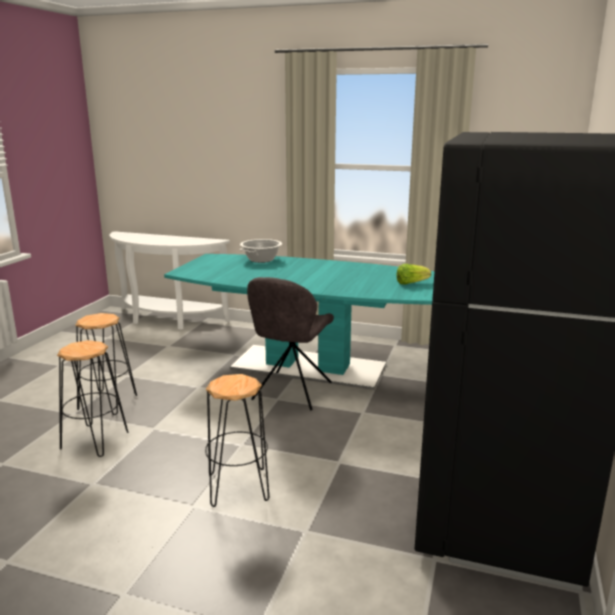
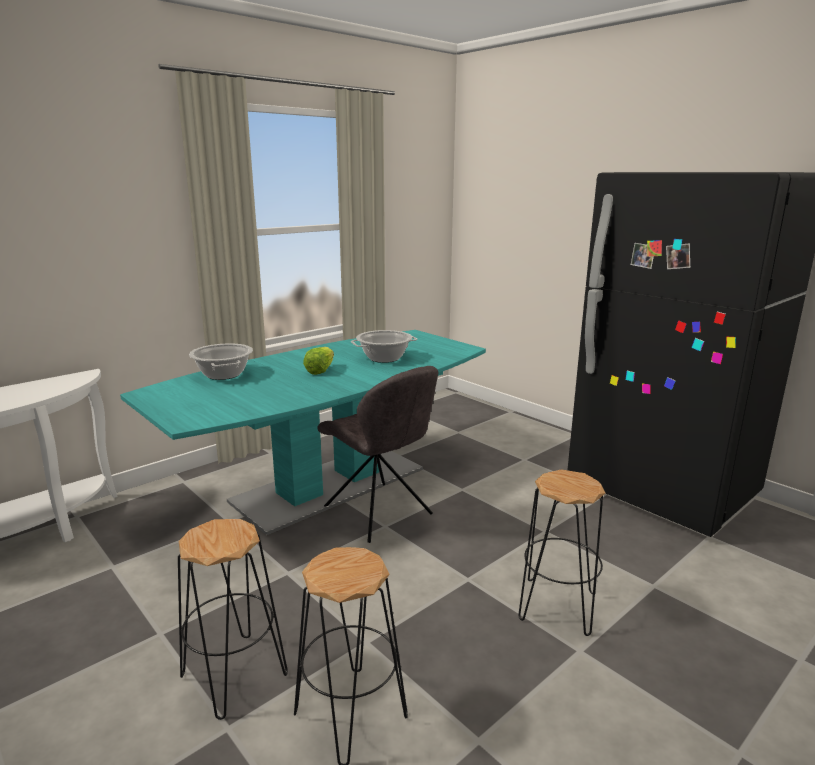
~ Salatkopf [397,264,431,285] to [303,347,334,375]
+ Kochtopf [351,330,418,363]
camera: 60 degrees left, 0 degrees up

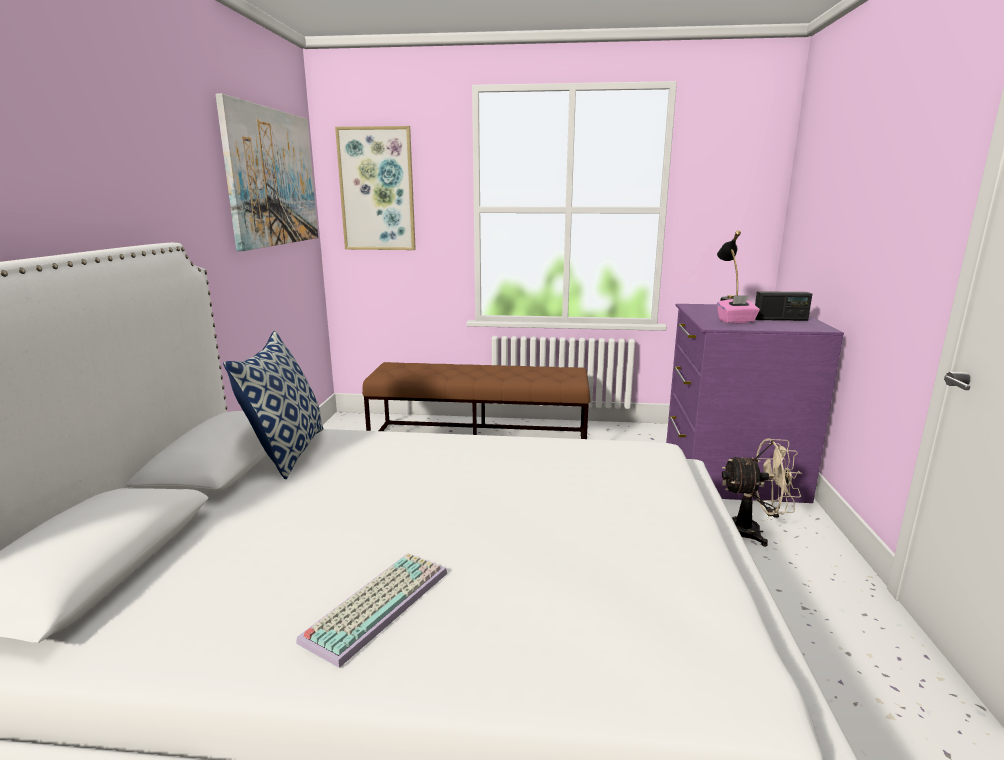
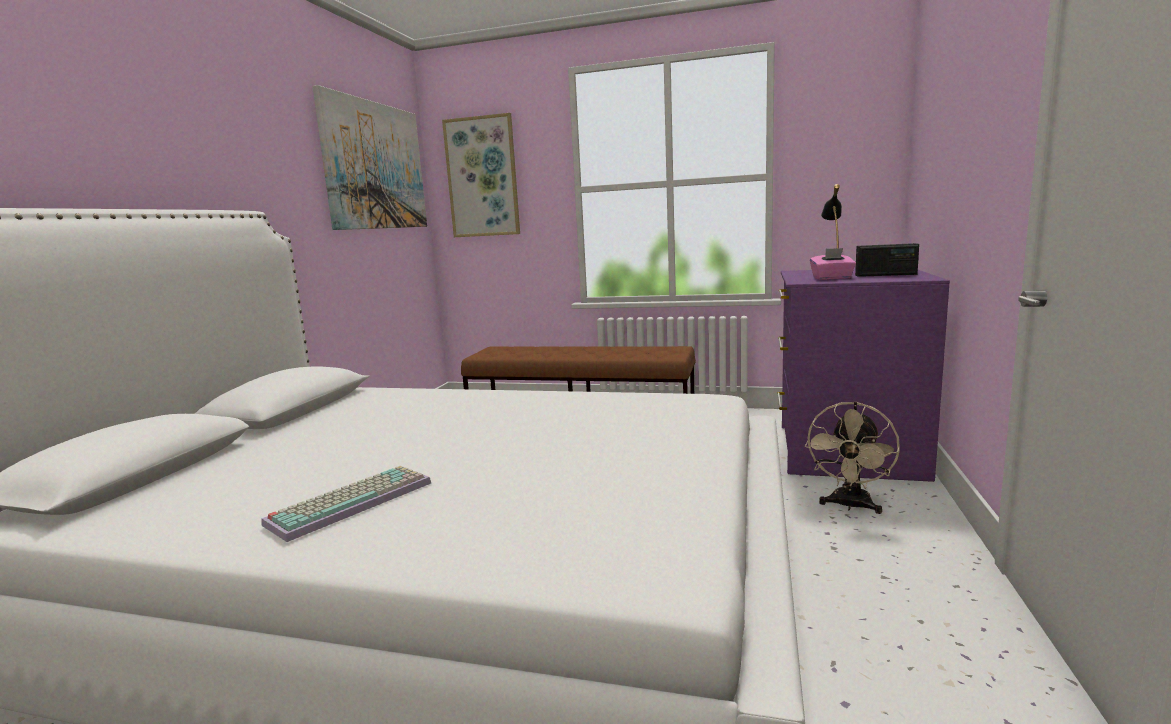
- Kissen [223,331,324,480]
~ Ventilator [beige] [722,438,803,547] = [805,401,900,514] 105 degrees clockwise
camera: 10 degrees right, 5 degrees down

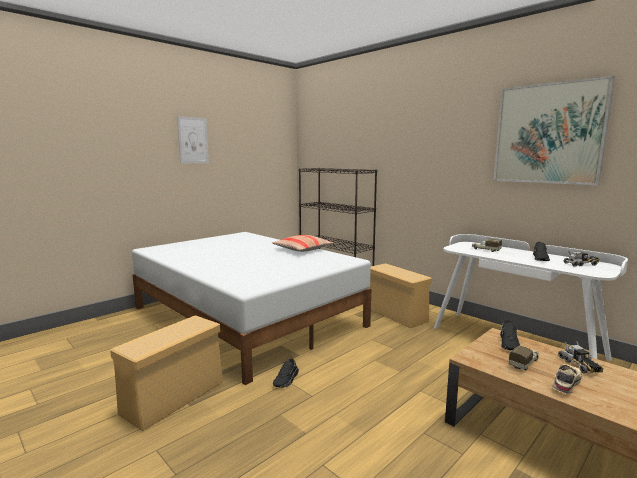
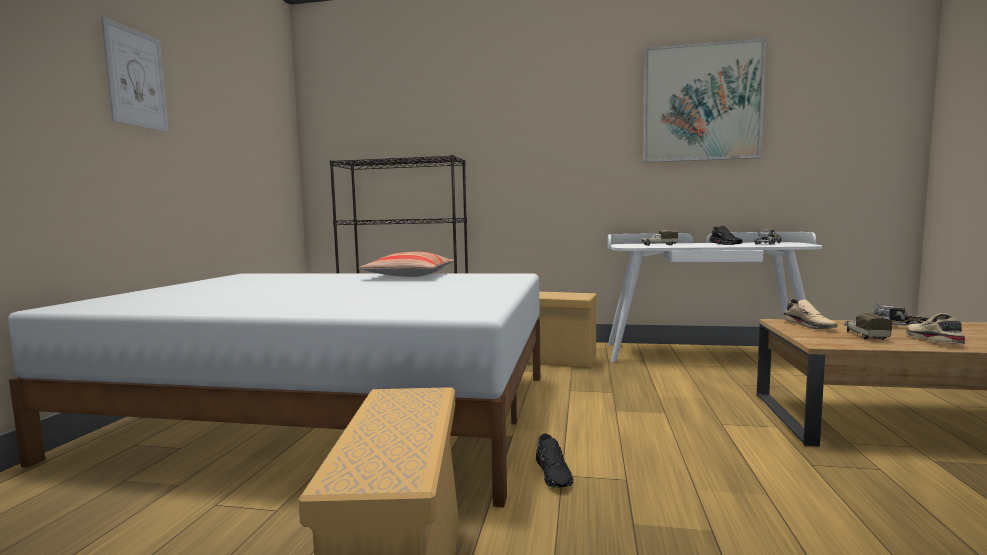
~ Schuh [schwarz] [500,320,520,351] to Schuh [beige] [782,299,838,329]
camera: 35 degrees left, 5 degrees down

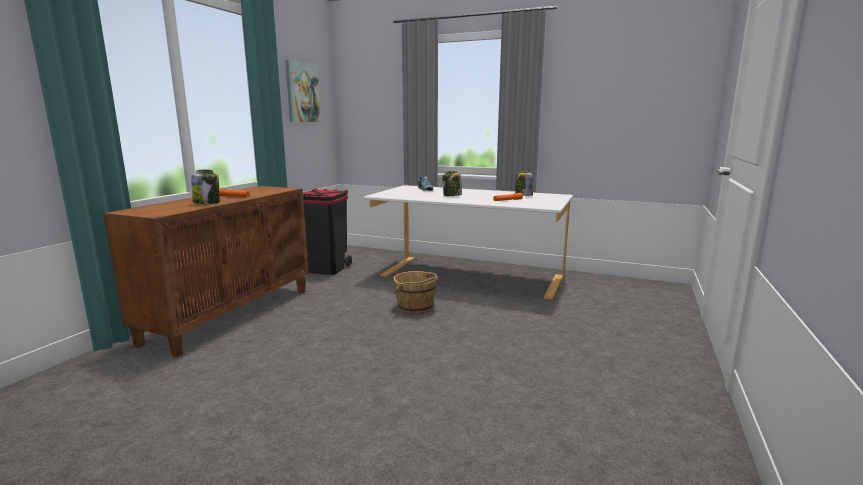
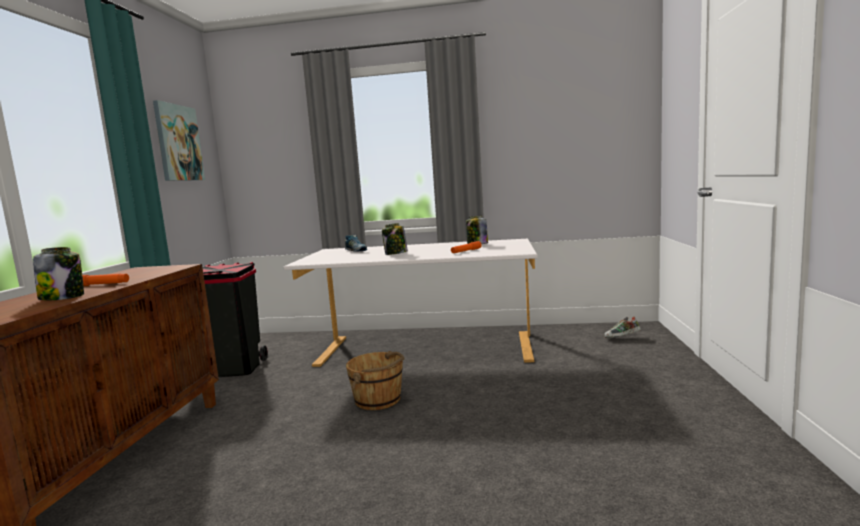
+ Schuh [604,316,641,338]
camera: 15 degrees left, 5 degrees down

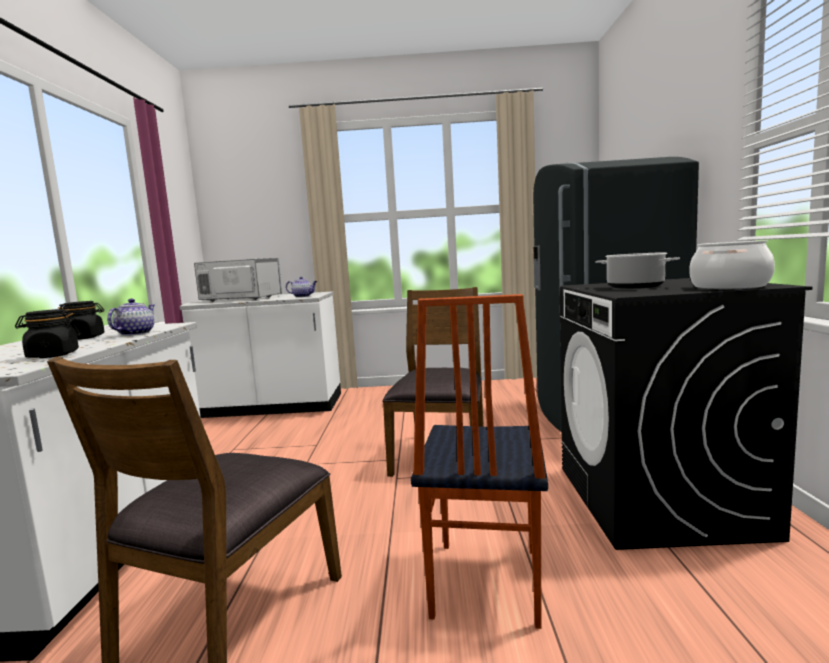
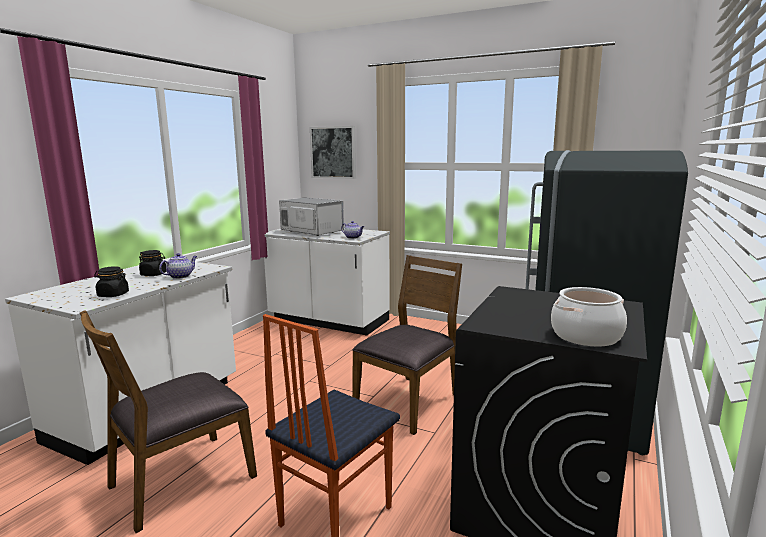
- Kochtopf [595,252,680,289]
+ Bild [310,126,356,179]
camera: 25 degrees right, 5 degrees up

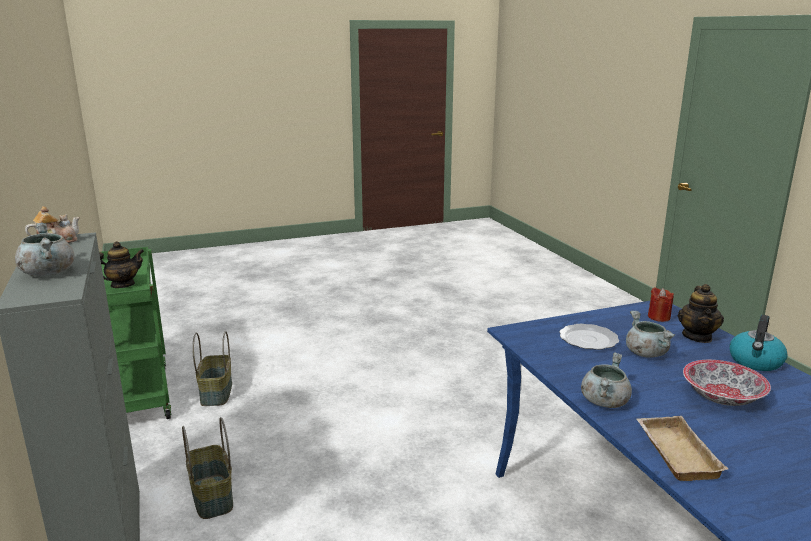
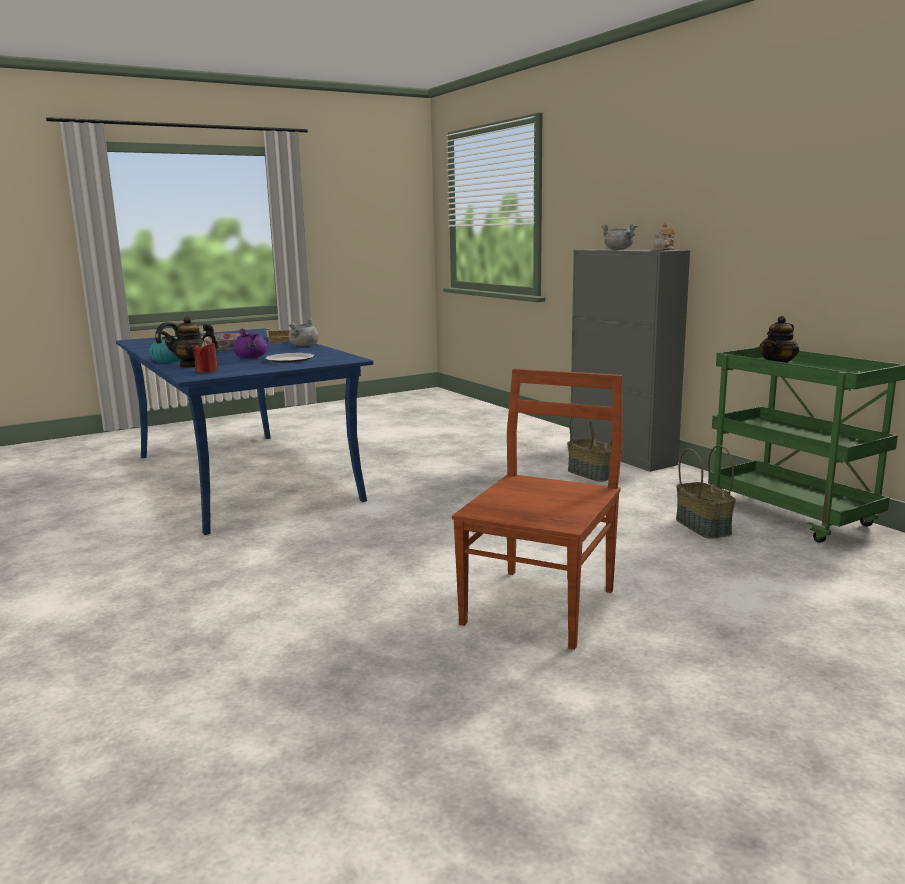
~ Kochtopf [grau] [626,311,675,358] to Kochtopf [lila] [233,328,267,359]
~ Teekanne [678,284,724,343] = [161,316,219,368] 120 degrees counterclockwise
+ Stuhl [braun] [452,368,623,650]
camera: 170 degrees right, 5 degrees down

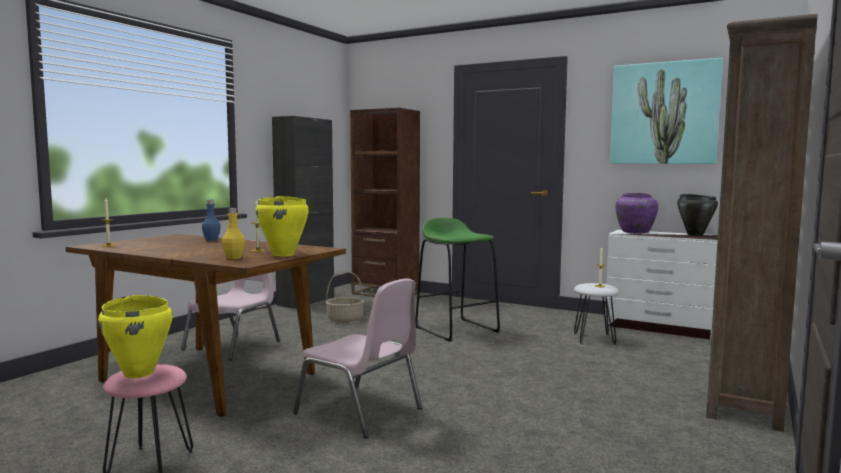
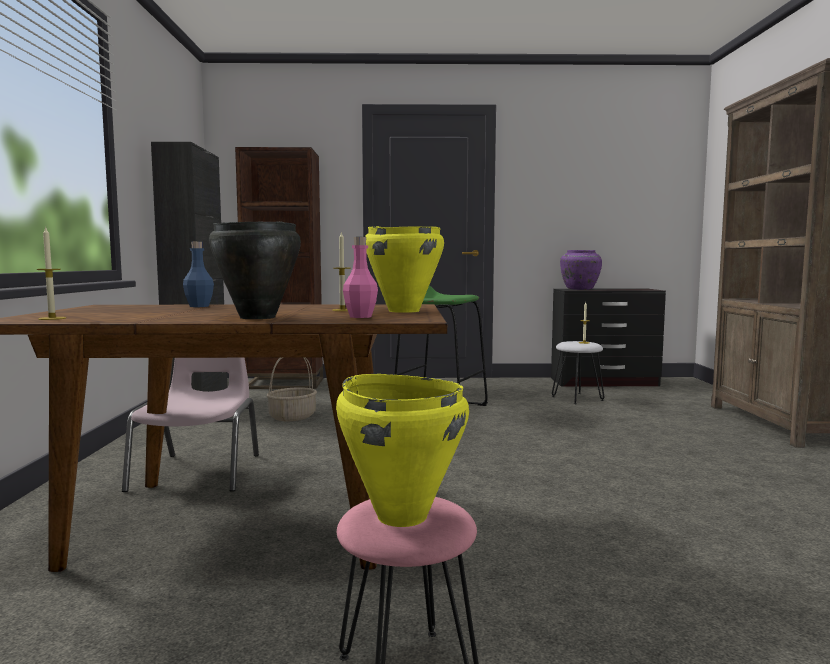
~ Flasche [gelb] [222,208,245,259] to Flasche [rosa] [343,237,378,318]
- Stuhl [rosa] [293,278,422,438]
~ Kommode [weiß] [605,230,718,339] to Kommode [schwarz] [551,289,666,387]
- Bild [610,58,723,164]
~ Kochtopf [schwarz] [677,194,718,236] to [209,221,301,319]
camera: 30 degrees left, 0 degrees up

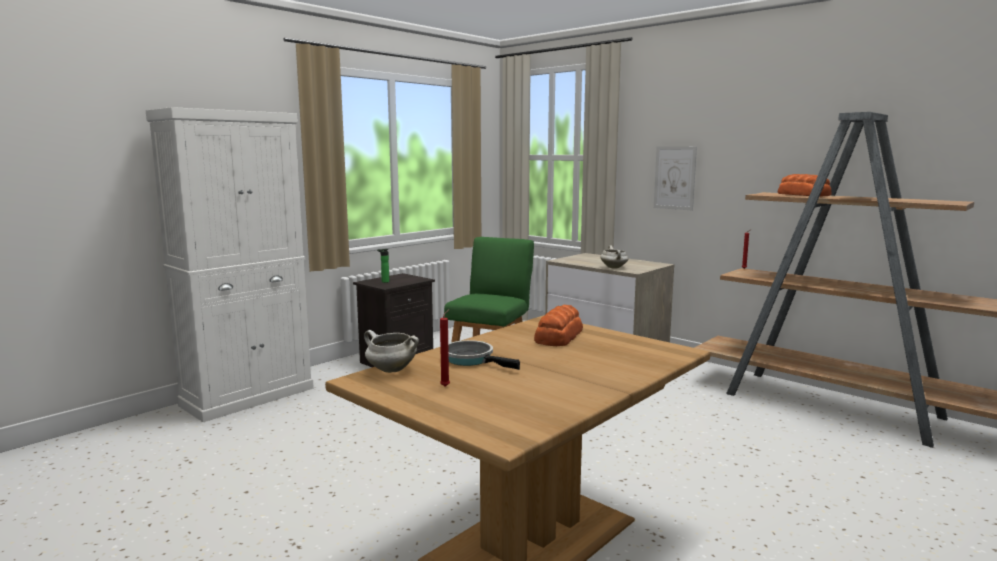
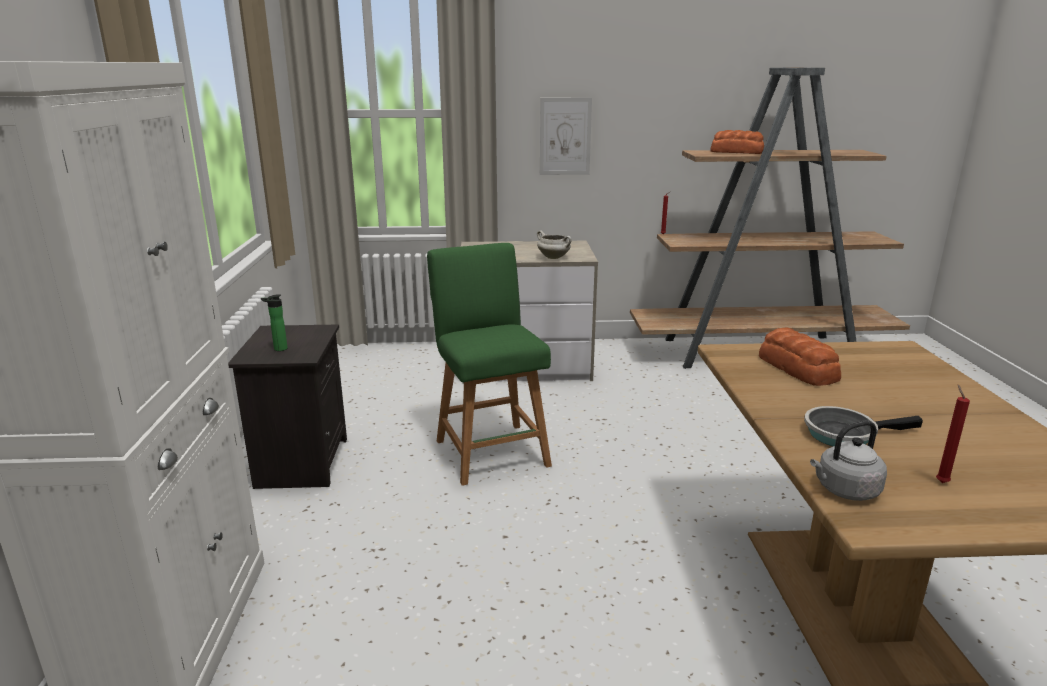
~ Kochtopf [weiß] [364,330,419,373] to Wasserkessel [grau] [810,420,887,501]
camera: 45 degrees left, 10 degrees up

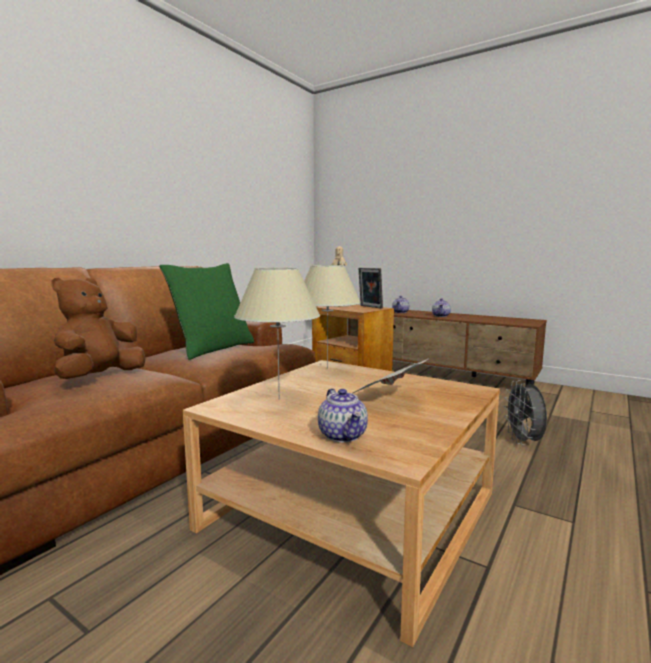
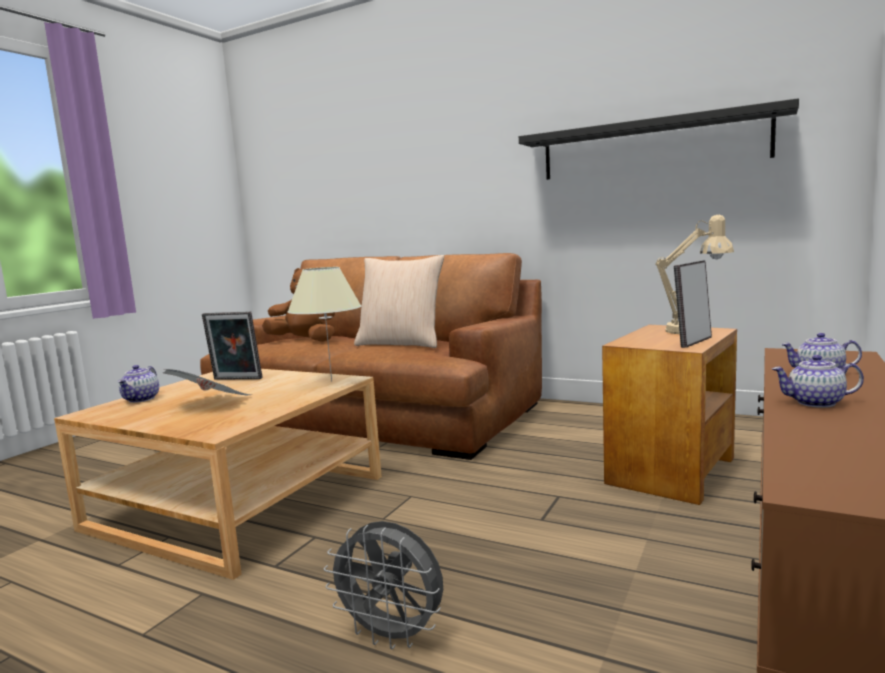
~ Kissen [grün] [159,263,254,360] to Kissen [beige] [354,255,444,348]
~ Tischlampe [beige] [234,268,320,400] to Bilderrahmen [202,311,263,380]
~ Teekanne [318,388,368,442] = [118,365,159,403] 60 degrees counterclockwise
~ Ventilator [grau] [503,380,547,445] = [324,521,443,649] 150 degrees counterclockwise
+ Wandregal [schwarz] [519,98,799,180]
camera: 85 degrees right, 0 degrees up

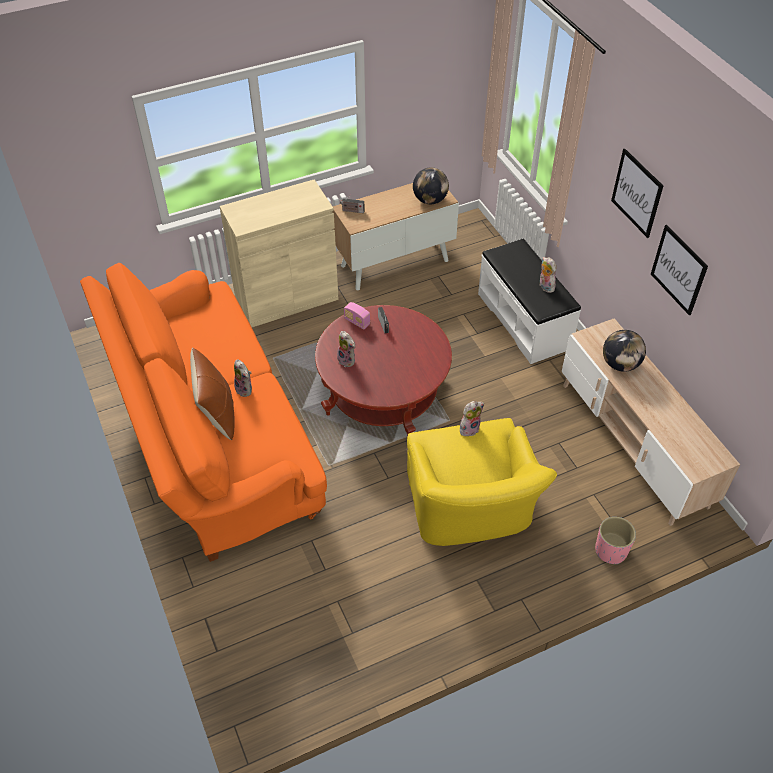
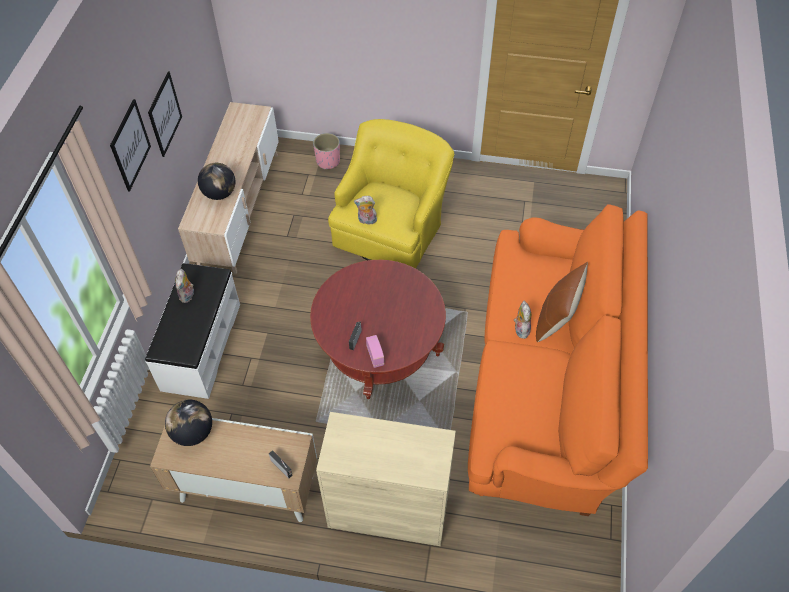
- Plüschtier [337,331,355,367]
camera: 145 degrees left, 5 degrees up

